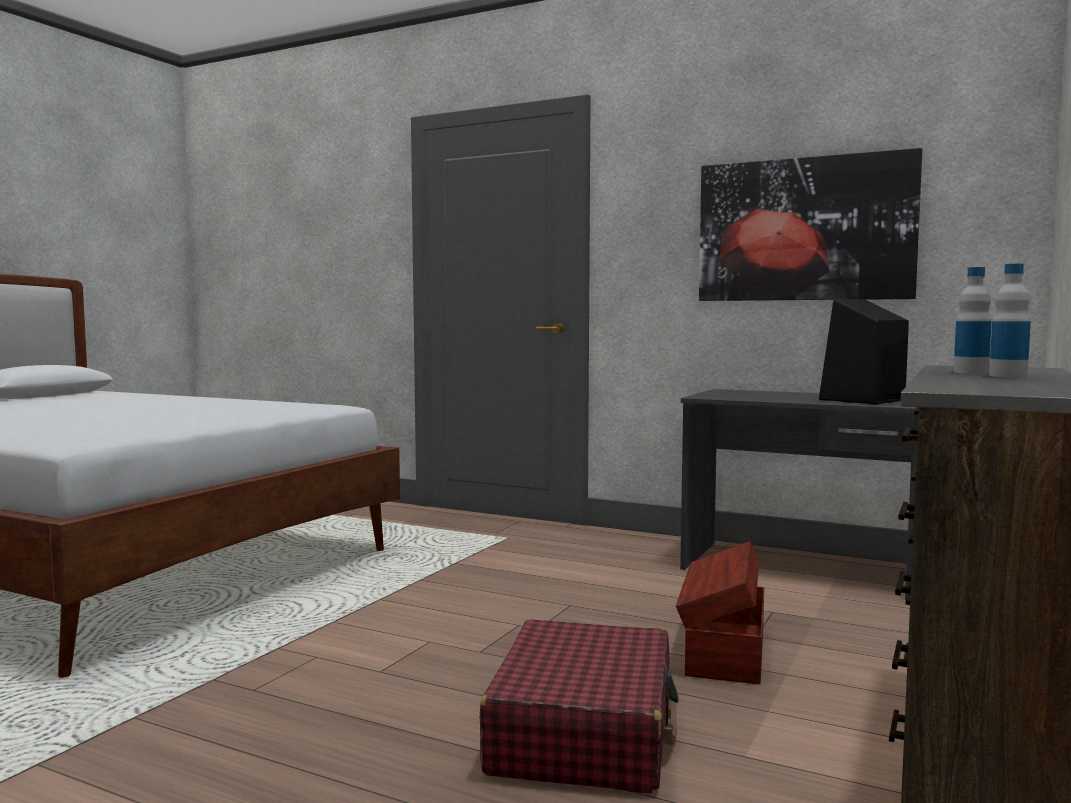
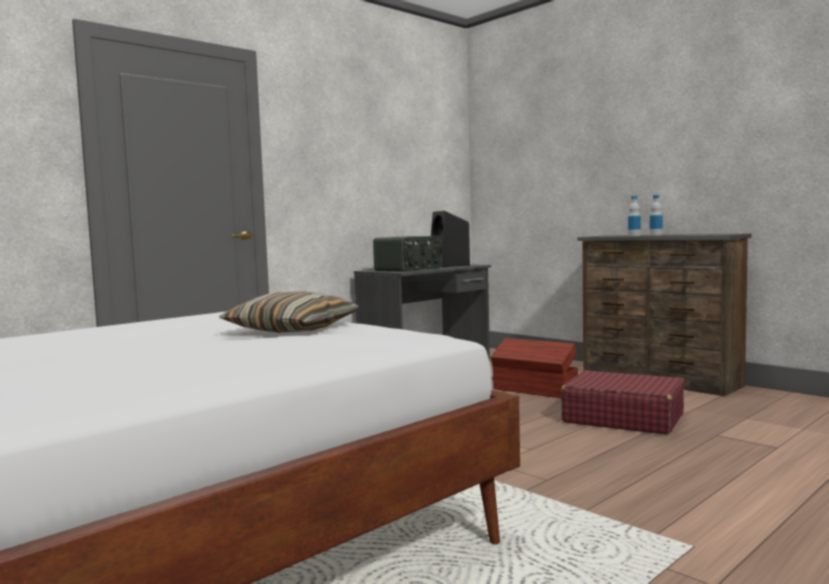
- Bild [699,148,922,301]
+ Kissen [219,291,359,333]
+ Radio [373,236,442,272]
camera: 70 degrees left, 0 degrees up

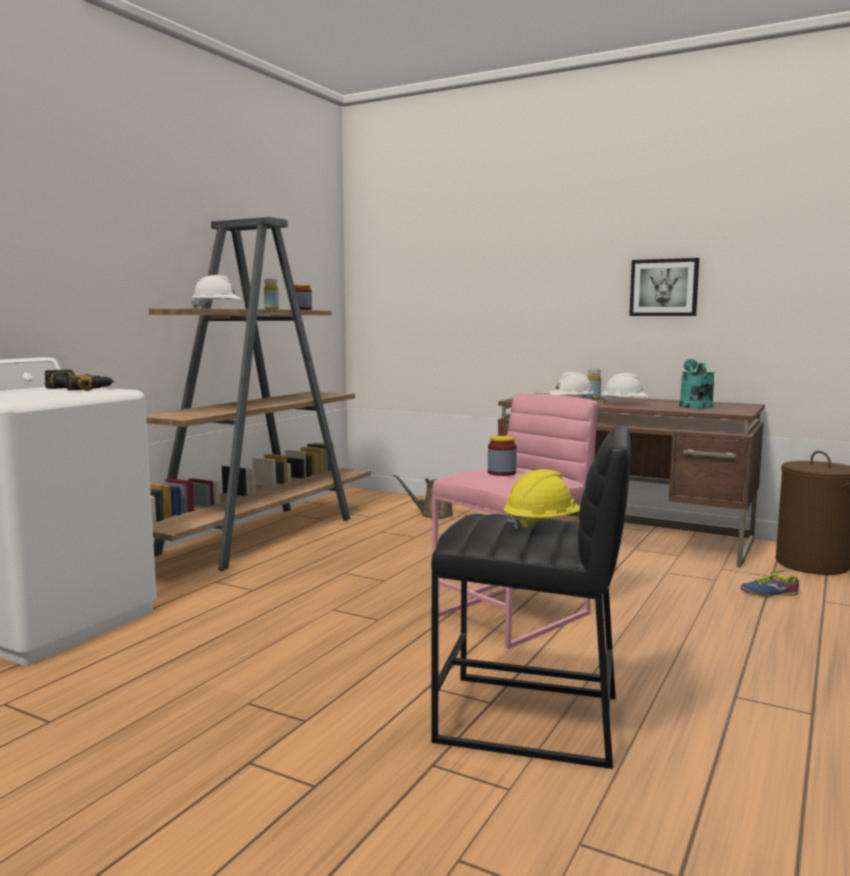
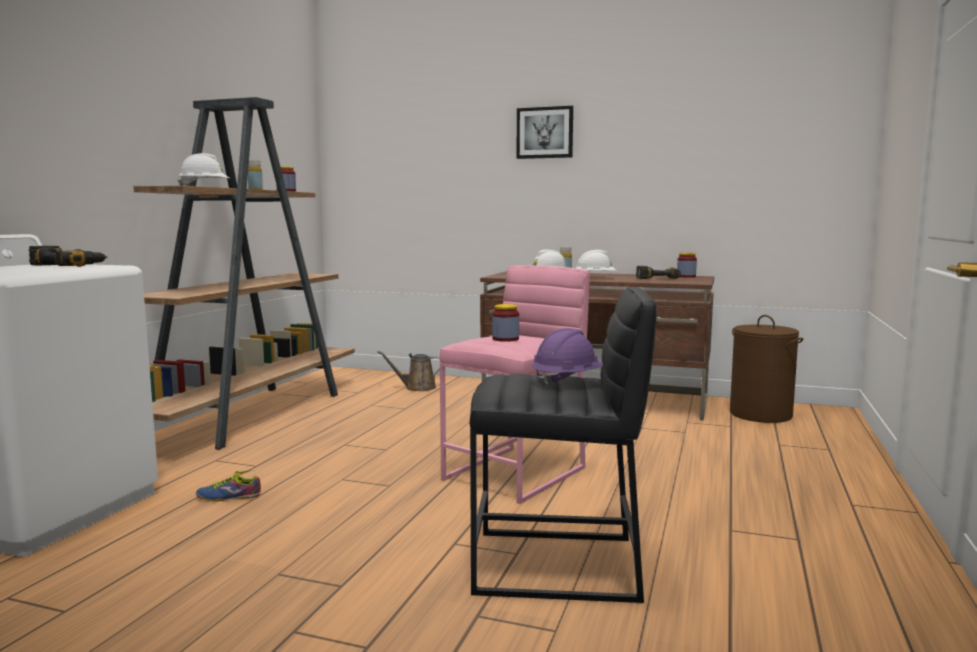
~ Schutzhelm [gelb] [504,469,580,532] to Schutzhelm [lila] [532,328,603,387]
~ Bild [629,258,699,316] to [516,106,573,159]
~ Gießkanne [türkis] [679,359,715,409] to Bohrmaschine [636,266,681,279]
~ Schuh [740,570,799,596] to [196,470,261,501]
+ Vorratsglas [677,253,697,278]
camera: 10 degrees left, 0 degrees up

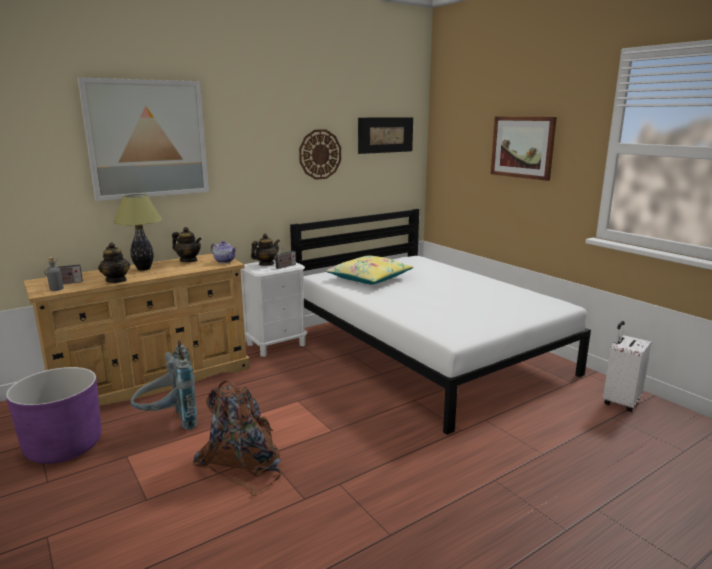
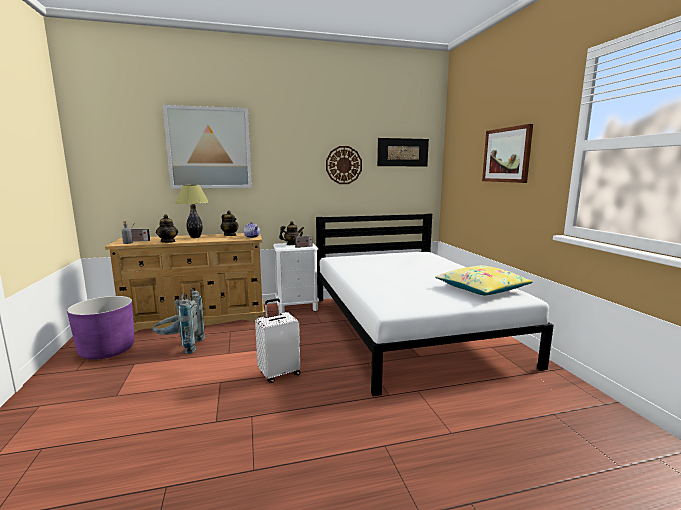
- Rucksack [braun] [193,380,281,496]
~ Kissen [gelb] [326,255,413,285] to [435,265,533,295]
~ Koffer [weiß] [603,321,652,412] to [255,298,300,383]
camera: 20 degrees right, 5 degrees down

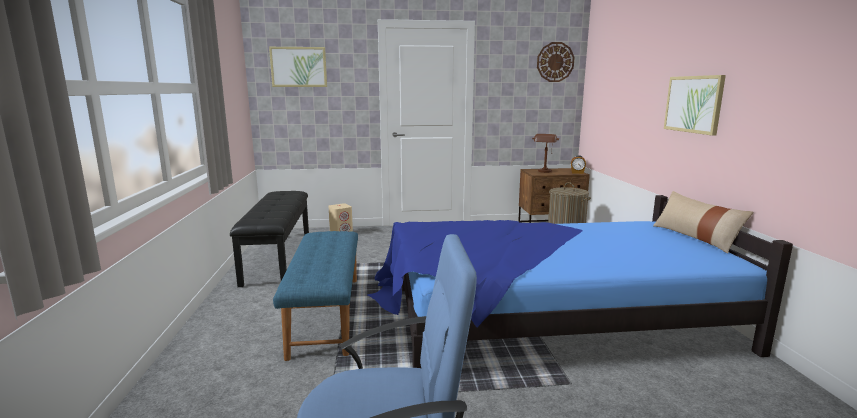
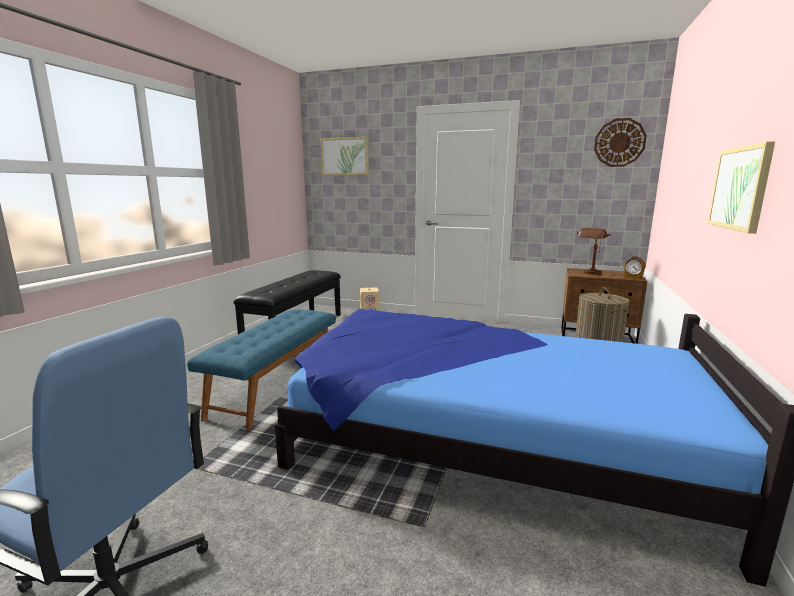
- Kissen [beige] [653,191,754,254]
camera: 25 degrees right, 0 degrees up

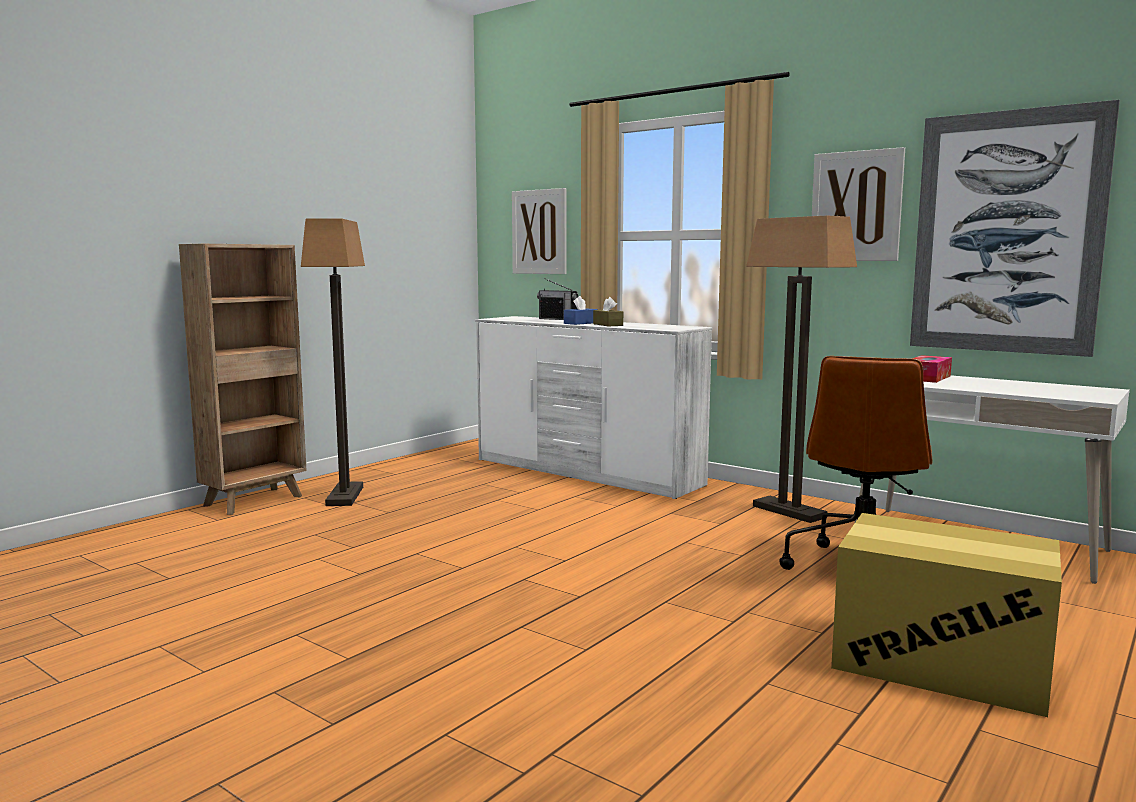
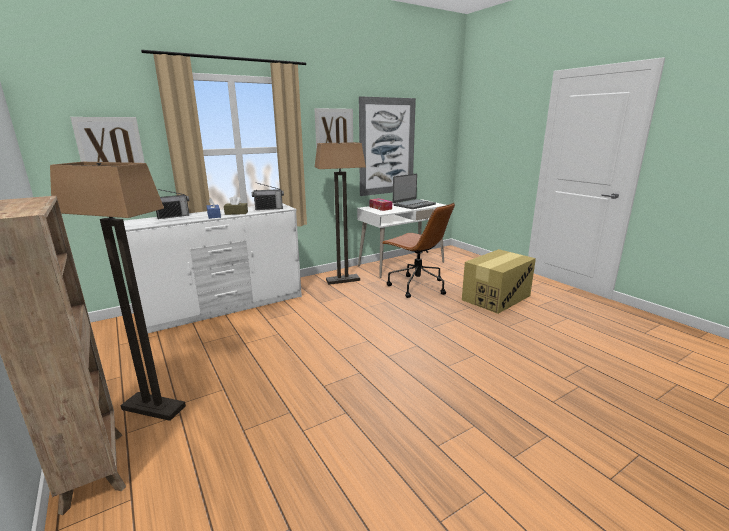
+ Radio [252,183,284,210]
+ Laptop [393,173,436,209]
camera: 70 degrees left, 10 degrees up

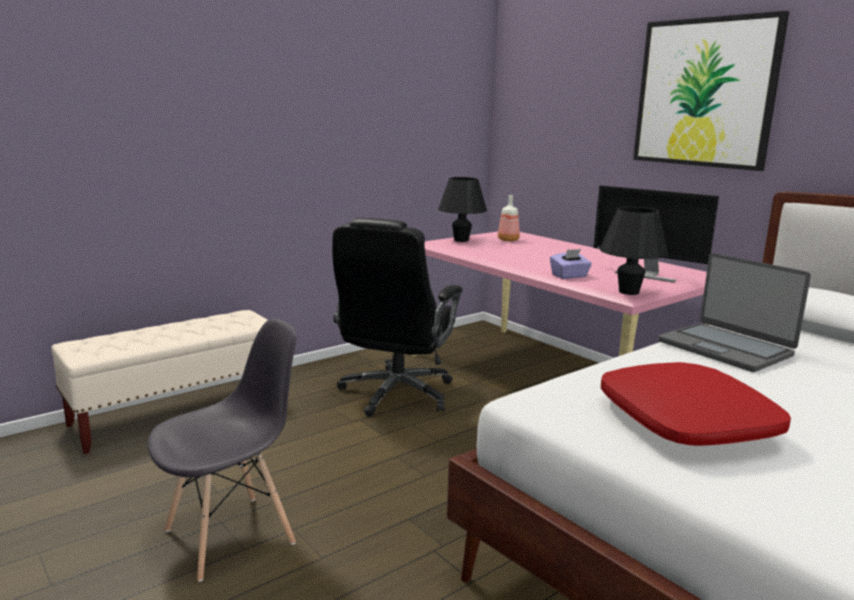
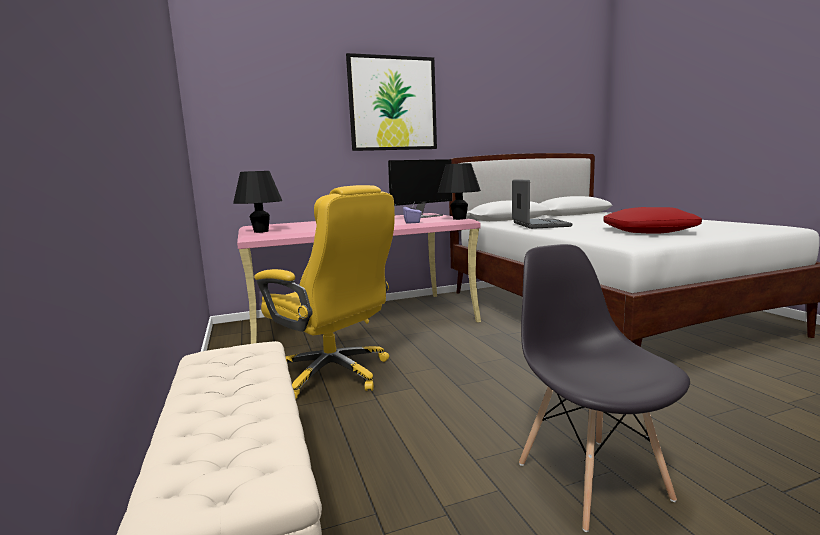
~ Bürostuhl [schwarz] [332,218,463,417] to Bürostuhl [gelb] [254,185,395,399]
- Flasche [498,195,520,241]
~ Laptop [658,253,811,372] = [512,180,572,229] 75 degrees counterclockwise
camera: 70 degrees left, 5 degrees down

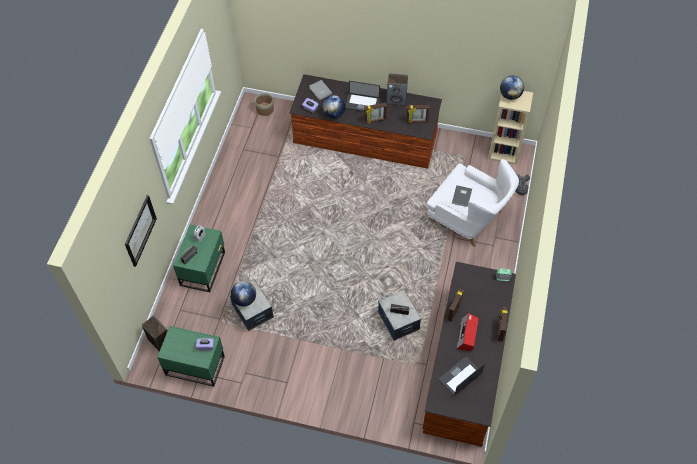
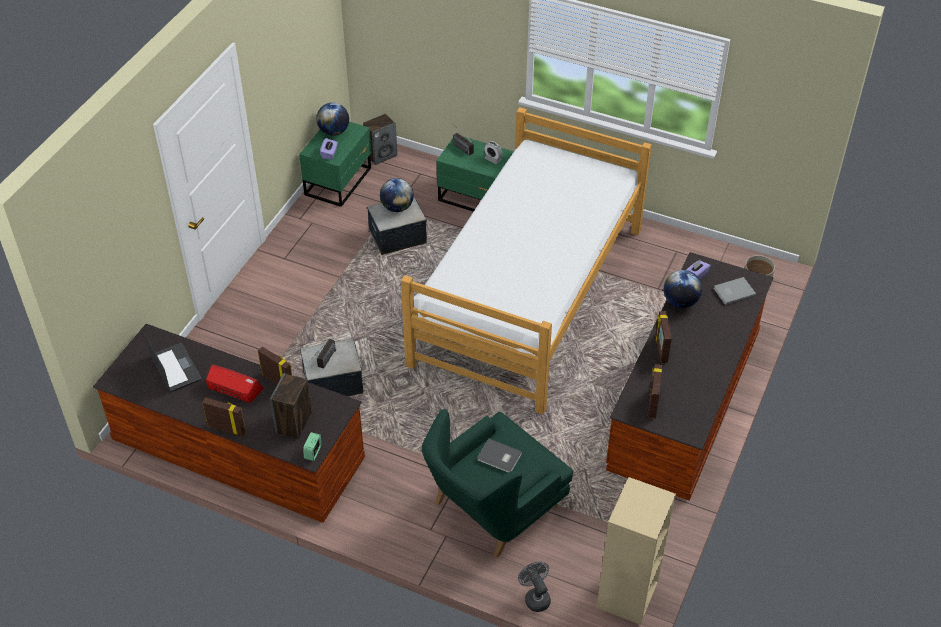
- Bild [125,195,157,267]
- Laptop [345,81,380,112]
~ Lautsprecher [387,73,408,106] to [270,373,312,439]
~ Sessel [weiß] [427,159,519,247] to Sessel [grün] [422,409,573,558]
~ Globus [500,76,524,100] to [316,103,349,136]
+ Bett [401,107,652,414]
camera: 100 degrees right, 10 degrees down

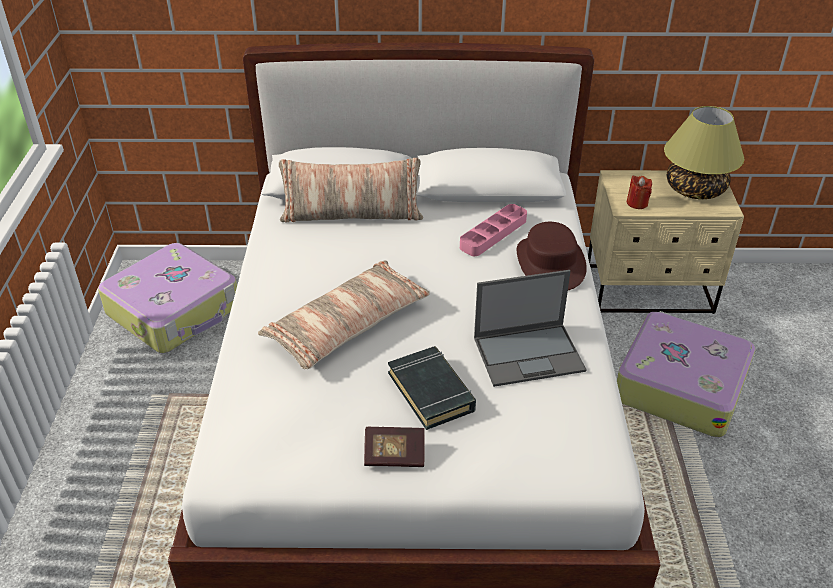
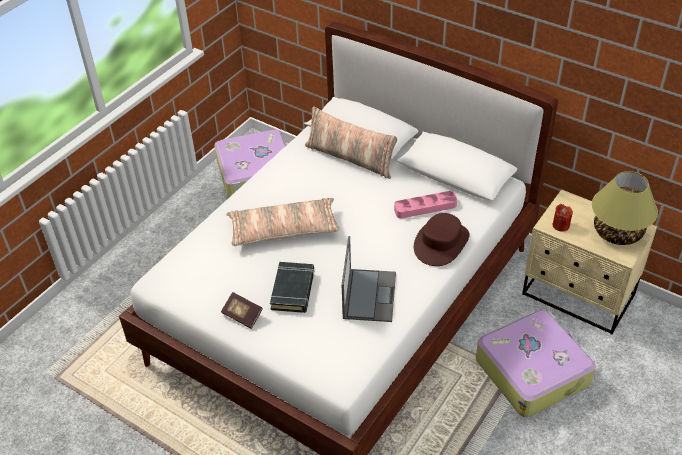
~ Laptop [474,270,587,387] = [342,236,396,322] 105 degrees counterclockwise
camera: 35 degrees right, 5 degrees up

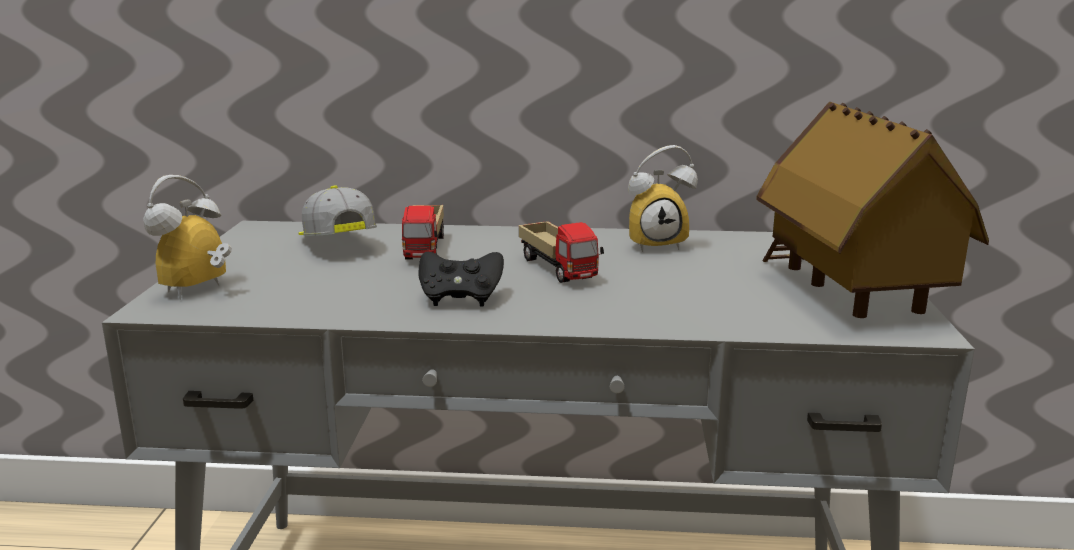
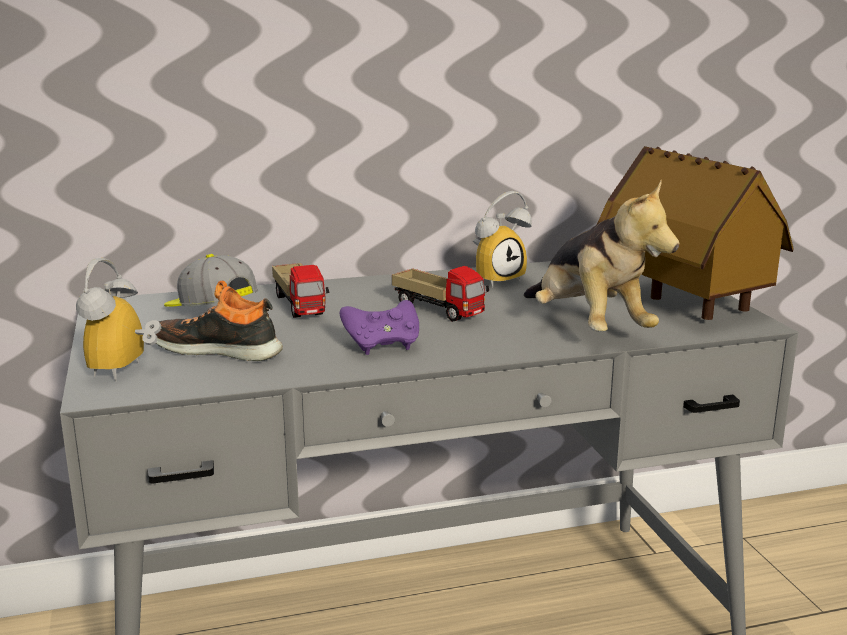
~ Gamepad [schwarz] [419,252,504,306] to Gamepad [lila] [340,300,419,355]
+ Schuh [152,281,283,361]
+ Plüschtier [524,180,679,332]
camera: 20 degrees left, 0 degrees up

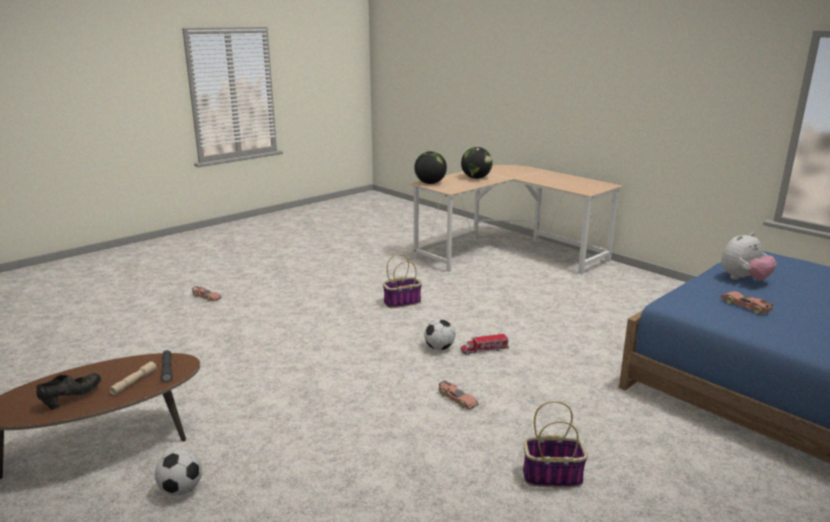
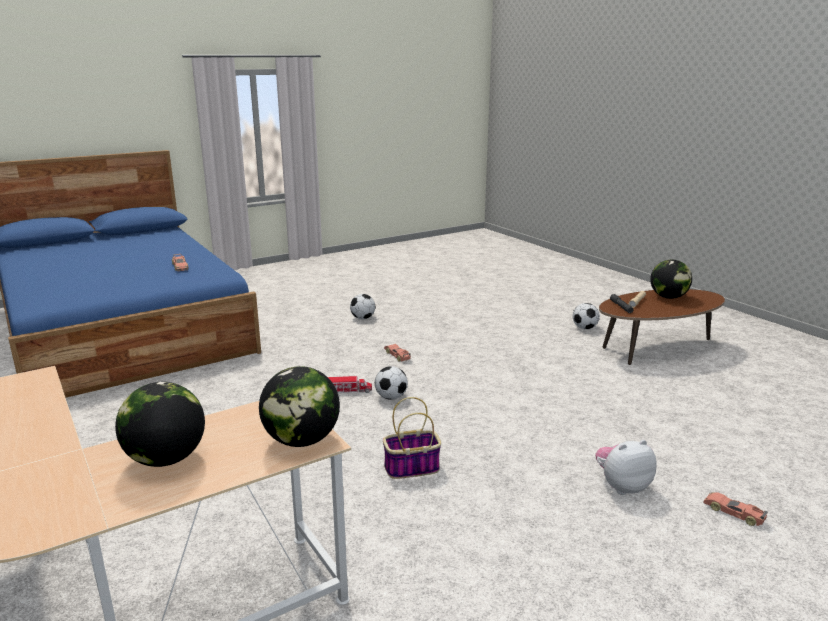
~ Schuh [schwarz] [36,373,101,410] to Globus [650,260,692,299]
~ Korb [523,401,588,487] to Fußball [350,294,375,319]
~ Plüschtier [721,232,776,280] to [595,440,657,495]
camera: 170 degrees left, 0 degrees up

